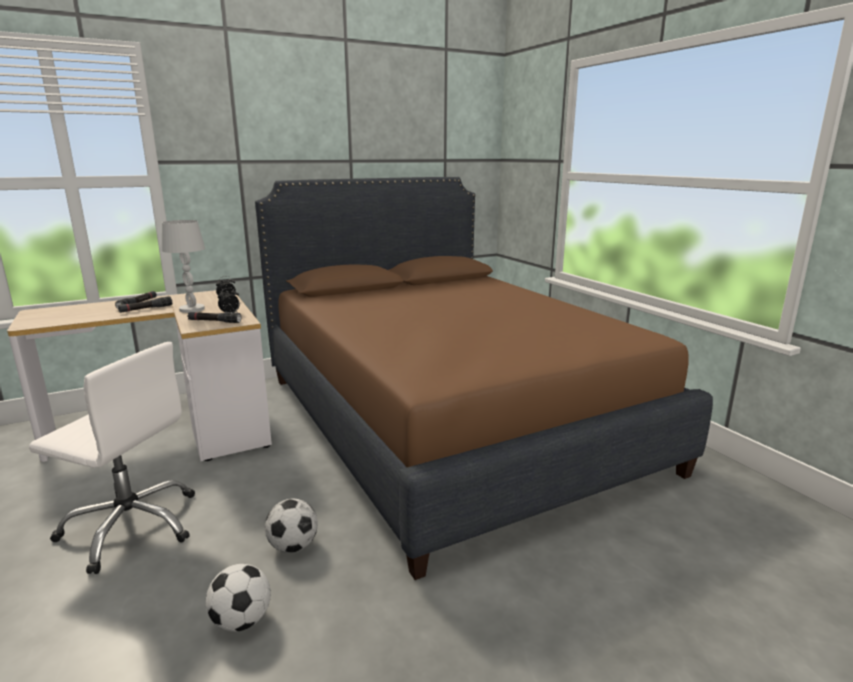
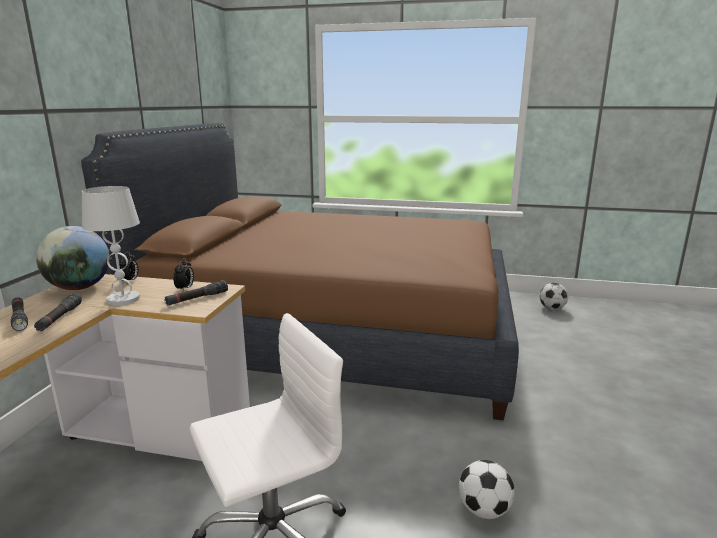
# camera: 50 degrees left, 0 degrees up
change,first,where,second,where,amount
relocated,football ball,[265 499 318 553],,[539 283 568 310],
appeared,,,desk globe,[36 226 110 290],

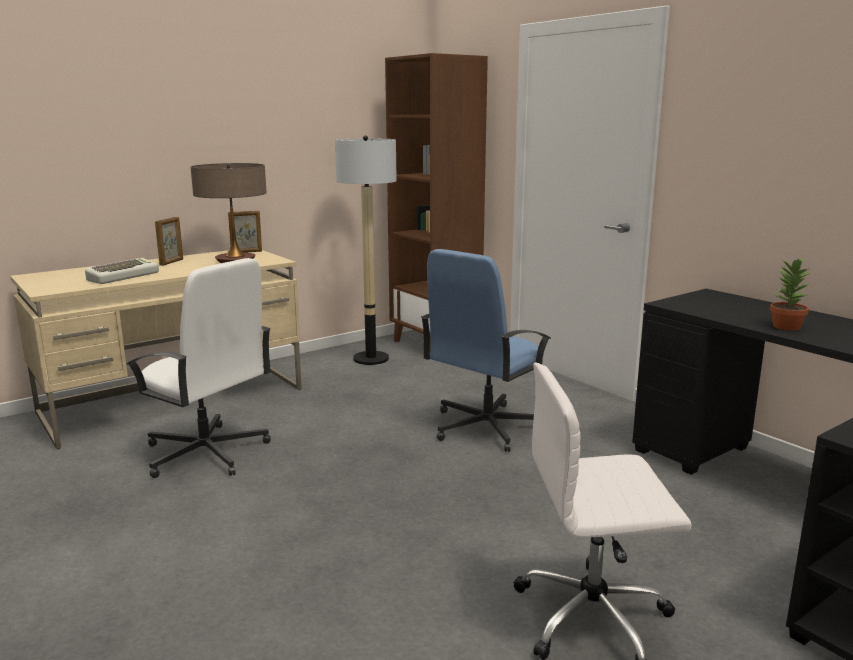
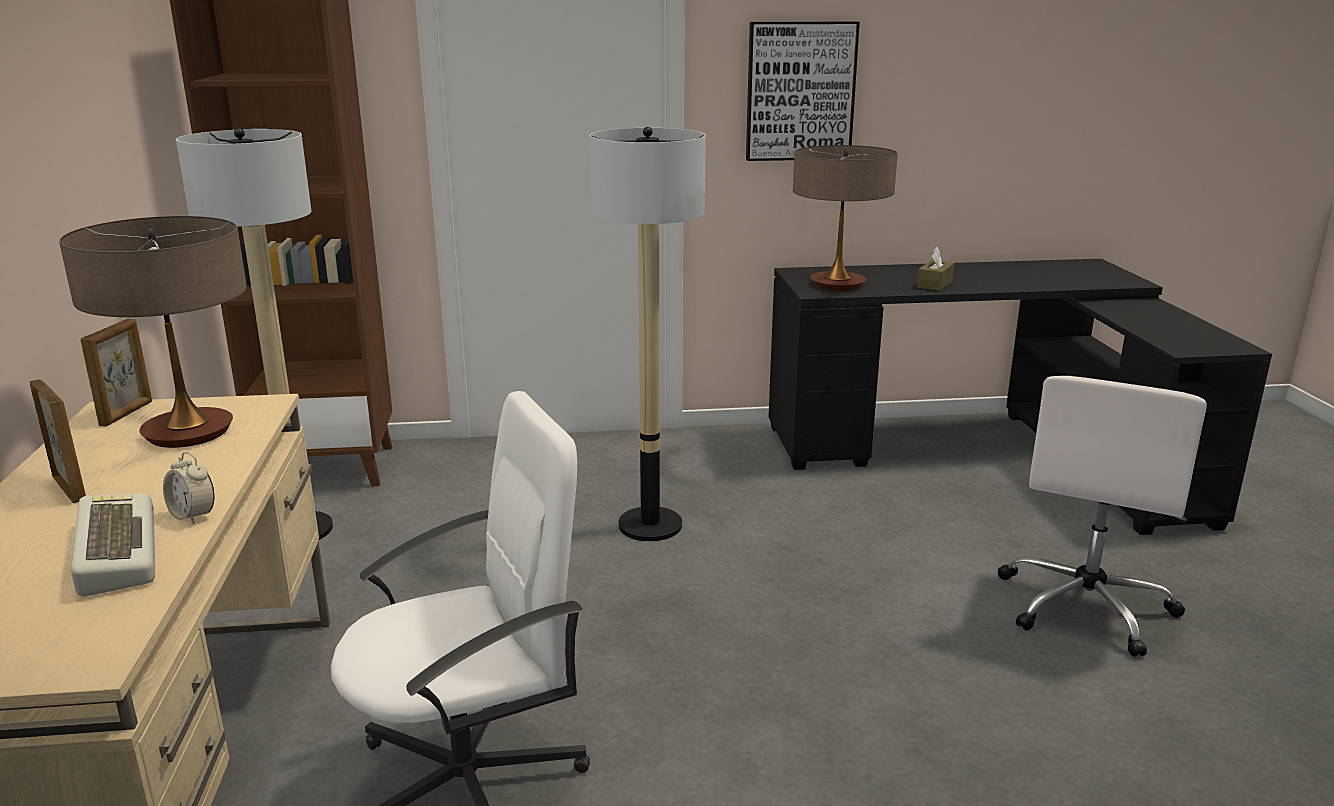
# camera: 60 degrees left, 5 degrees up
change,first,where,second,where,amount
exchanged,blue computer chair,[420 249 551 452],standing lamp,[590 127 706 541],
exchanged,plant in a pot,[770 258 811 331],brownish tissue box,[917 247 955 291],
appeared,,,alarm clock,[163 452 215 524],
appeared,,,wall picture,[746 21 860 161],
appeared,,,tabletop lamp,[793 145 898 291],

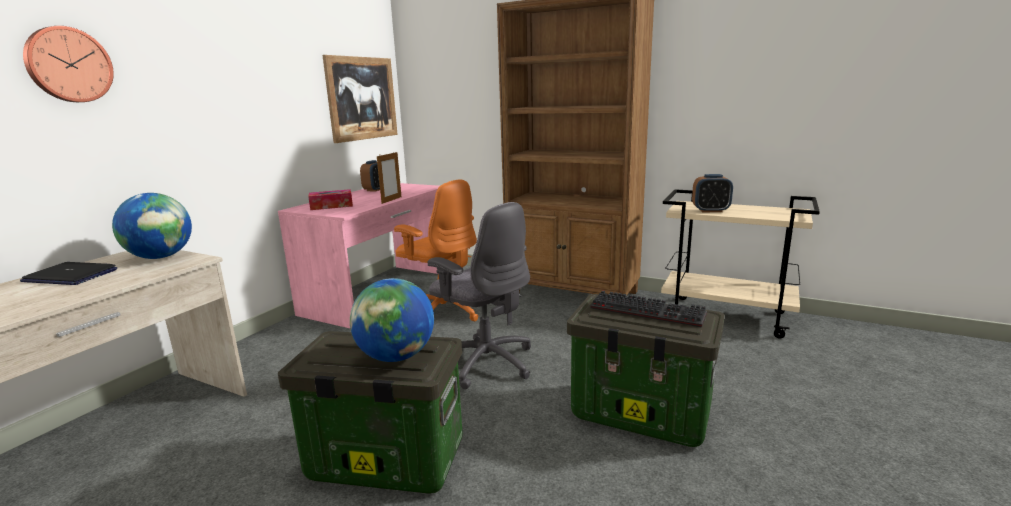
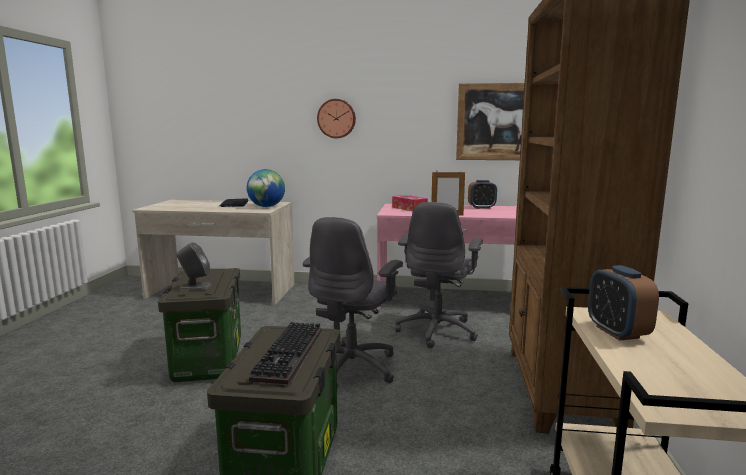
# camera: 70 degrees right, 5 degrees down
change,first,where,second,where,amount
relocated,clock on the wall,[23 26 114 102],,[317 99 356 138],
exchanged,desk globe,[350 278 434 362],greyish loudspeaker,[176 242 211 290],
colour,orange-coloured computer chair,[394 180 479 321],greyish computer chair,[395 202 483 348],

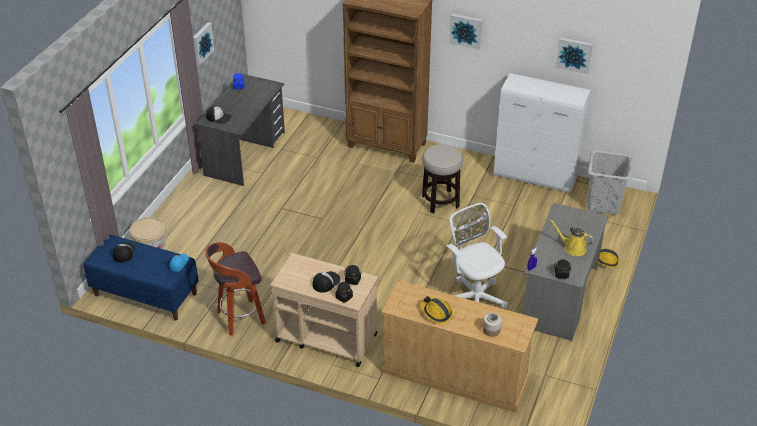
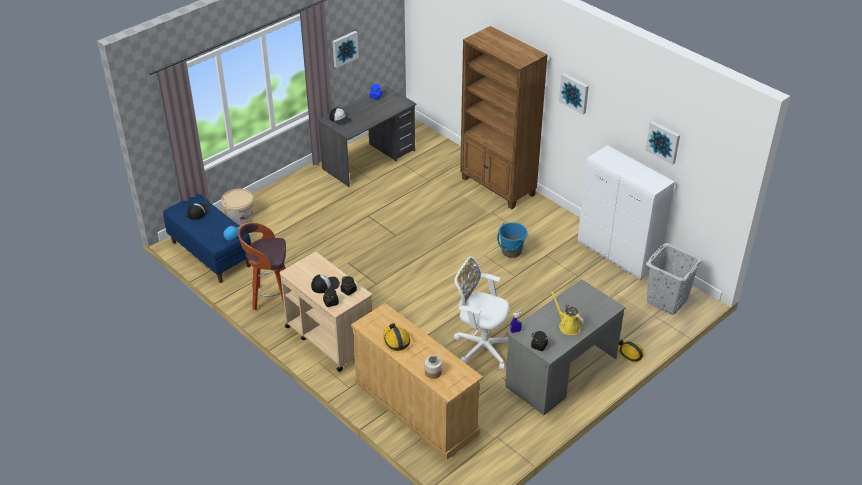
# camera: 25 degrees right, 0 degrees up
change,first,where,second,where,amount
exchanged,sitting stool,[422 144 463 213],blue water bucket,[497 222 528 258],
spun,white-coloured computer chair,[446 203 508 309],,[454 256 509 370],60 degrees counterclockwise

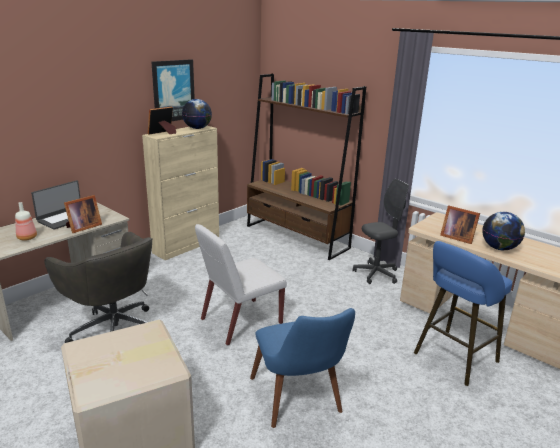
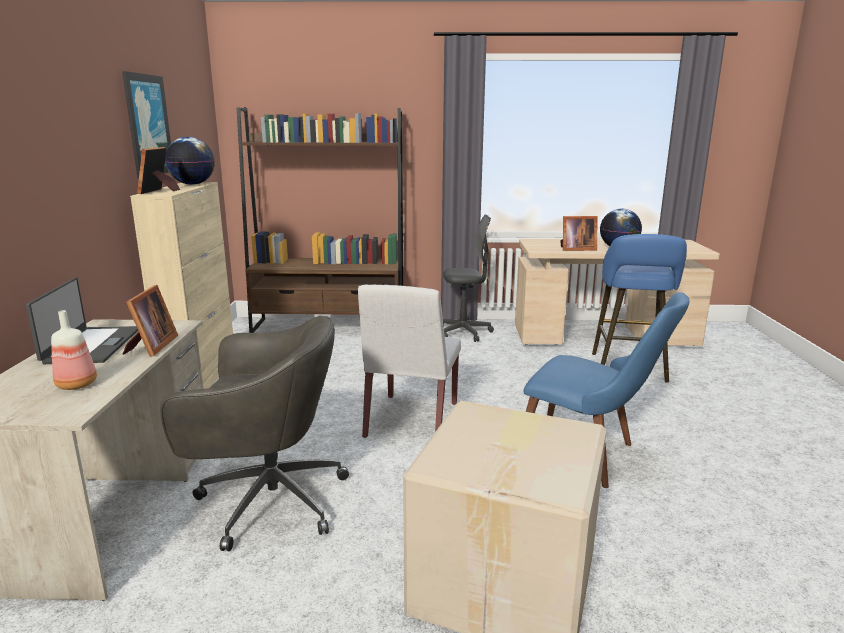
# camera: 40 degrees left, 5 degrees down
change,first,where,second,where,amount
spun,greyish computer chair,[352 179 409 284],,[443 214 494 342],60 degrees clockwise

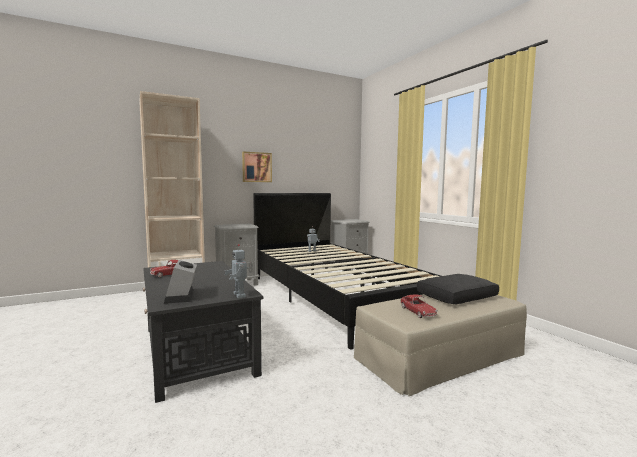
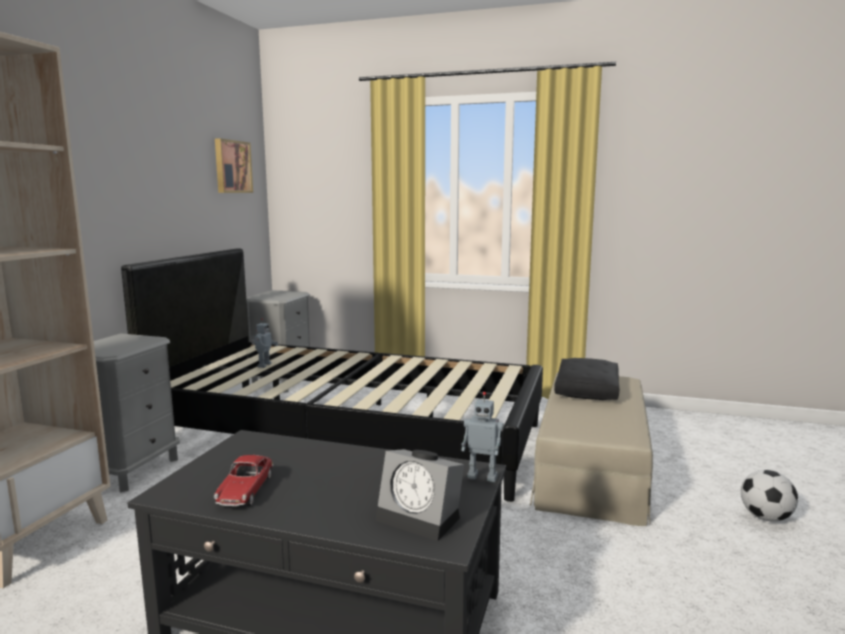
# camera: 45 degrees left, 5 degrees up
change,first,where,second,where,amount
relocated,wall picture,[242 152 272 182],,[215 138 253 193],
missing,toy car,[400 294 438 318],,,
appeared,,,football ball,[741 470 798 522],

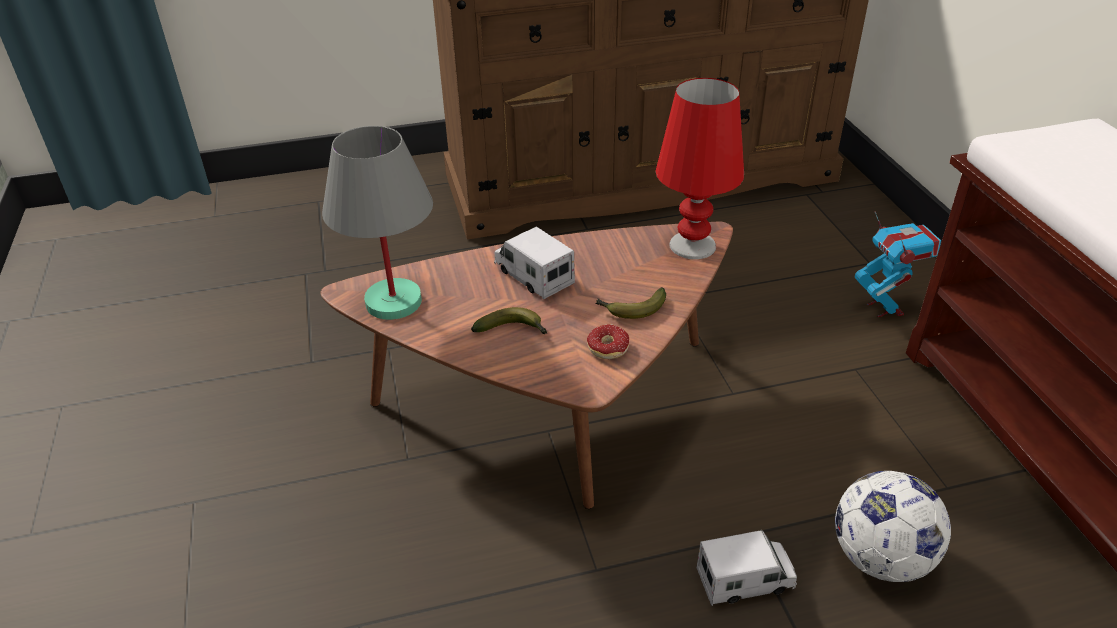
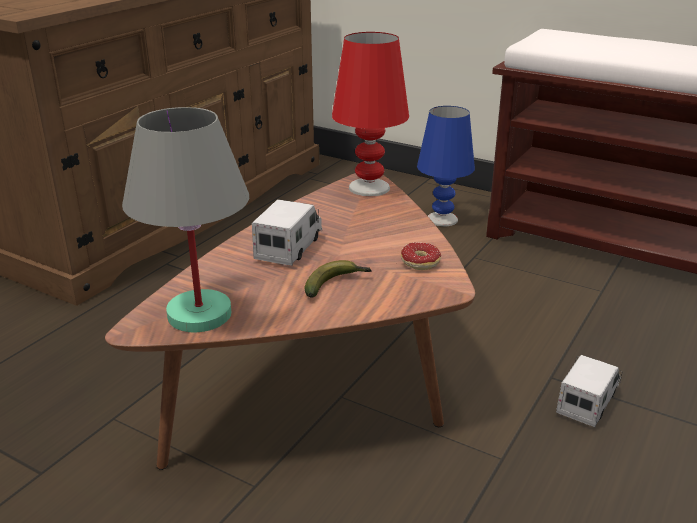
# camera: 45 degrees left, 10 degrees down
change,first,where,second,where,amount
spun,toy lorry,[494 227 575 299],,[252 199 322 266],105 degrees clockwise
missing,banana,[595 287 666 319],,,
missing,football ball,[835 471 951 582],,,
exchanged,model robot,[854 212 941 317],blue tabletop lamp,[417 106 475 227],

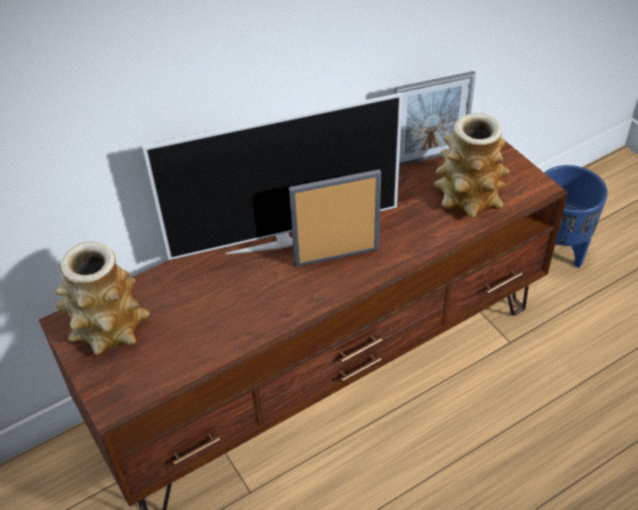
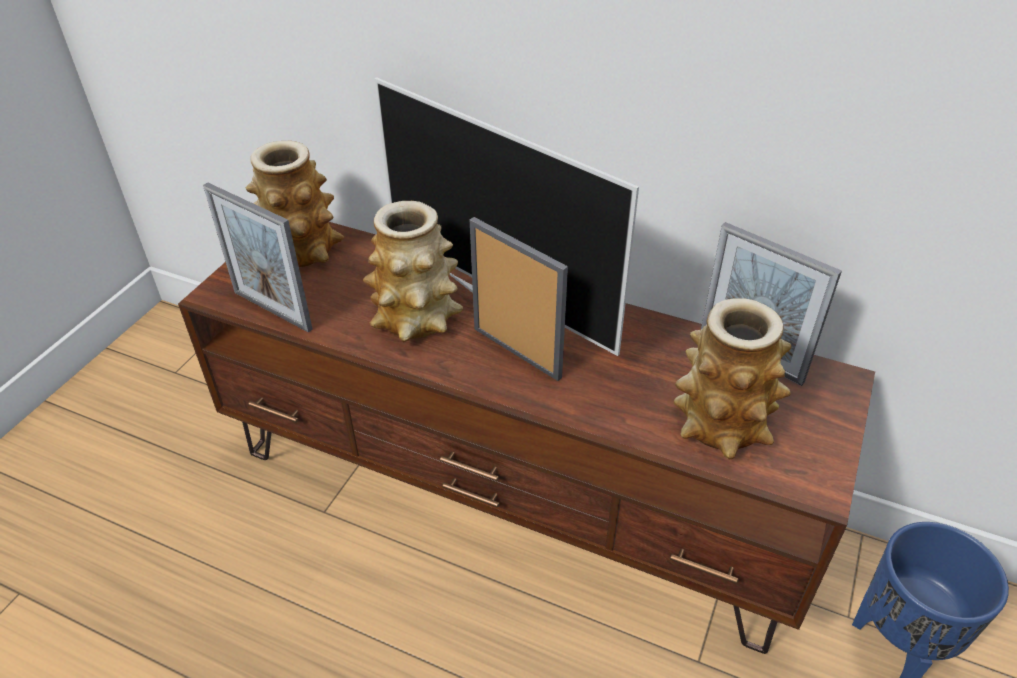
# camera: 55 degrees right, 5 degrees down
change,first,where,second,where,amount
appeared,,,picture frame,[203 182 313 333],
appeared,,,decorative vase,[363 201 463 342],

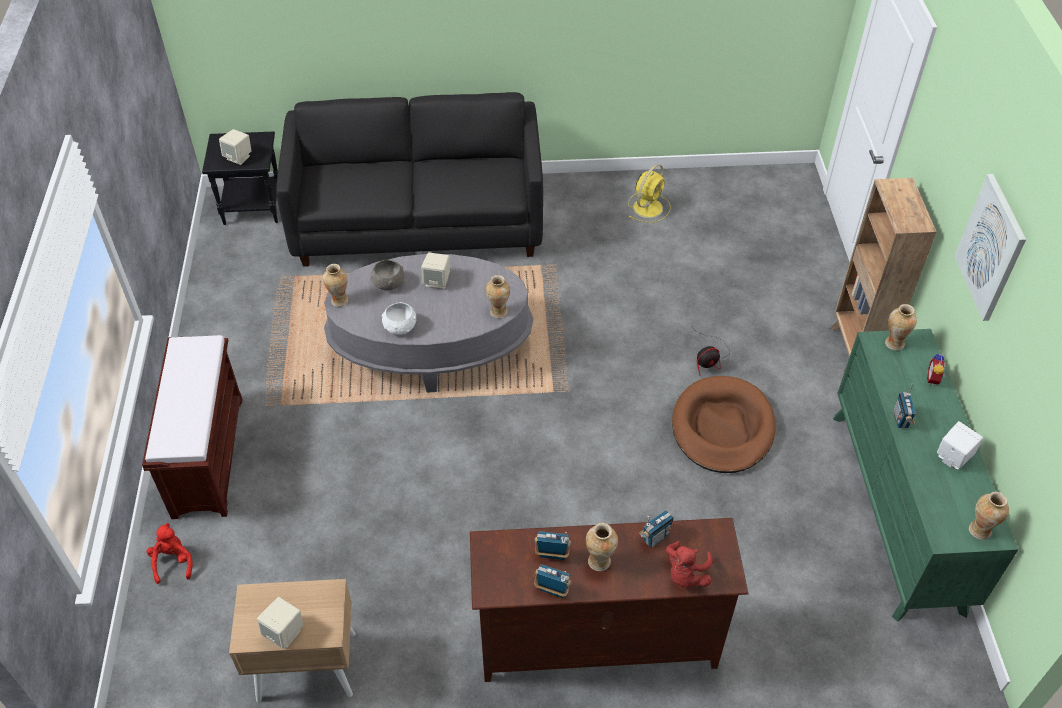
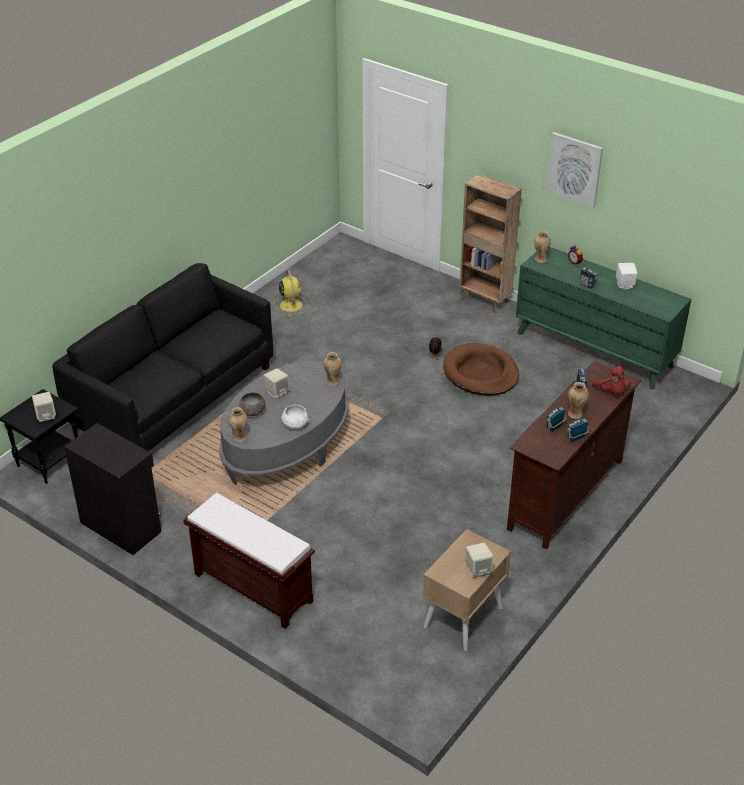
# camera: 50 degrees left, 10 degrees down
change,first,where,second,where,amount
missing,red-coloured cuddly toy,[146 523 193 584],,,
missing,decorative vase,[969 492 1009 540],,,
appeared,,,black-coloured storage cabinet,[64 423 162 555],

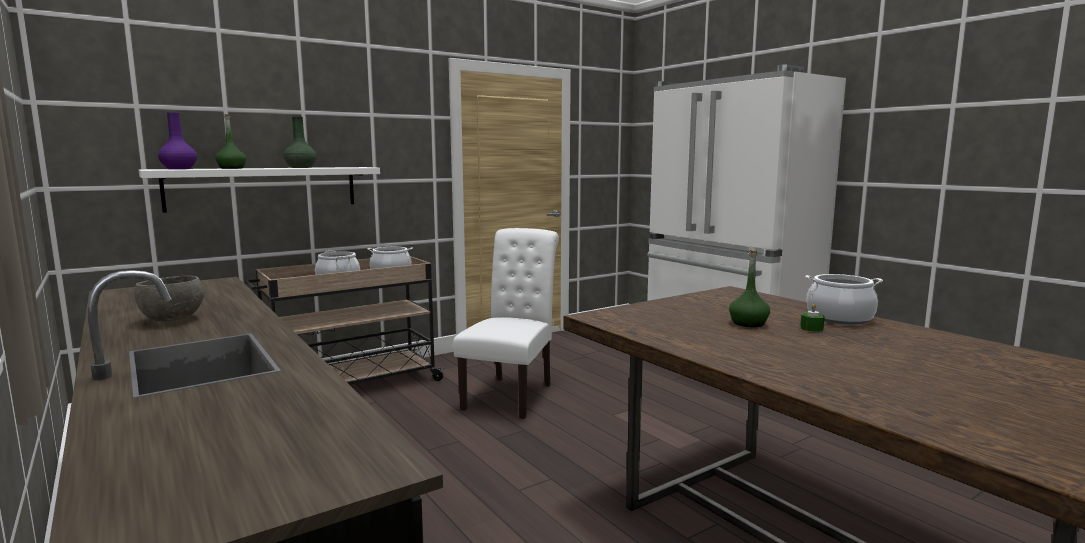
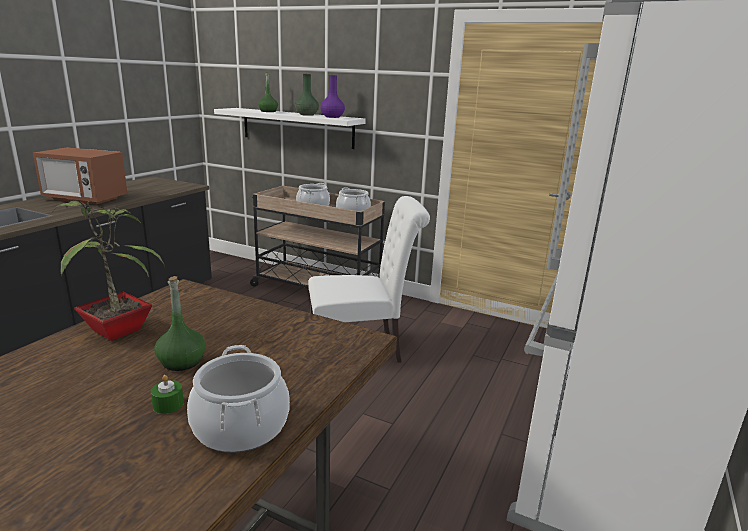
# camera: 60 degrees right, 10 degrees up
change,first,where,second,where,amount
exchanged,greyish serving bowl,[135 276 204 321],microwave oven,[33 147 127 205],
relocated,purple-coloured decorative vase,[158 112 197 169],,[320 75 345 118],
appeared,,,plant in a pot,[53 197 165 341],

